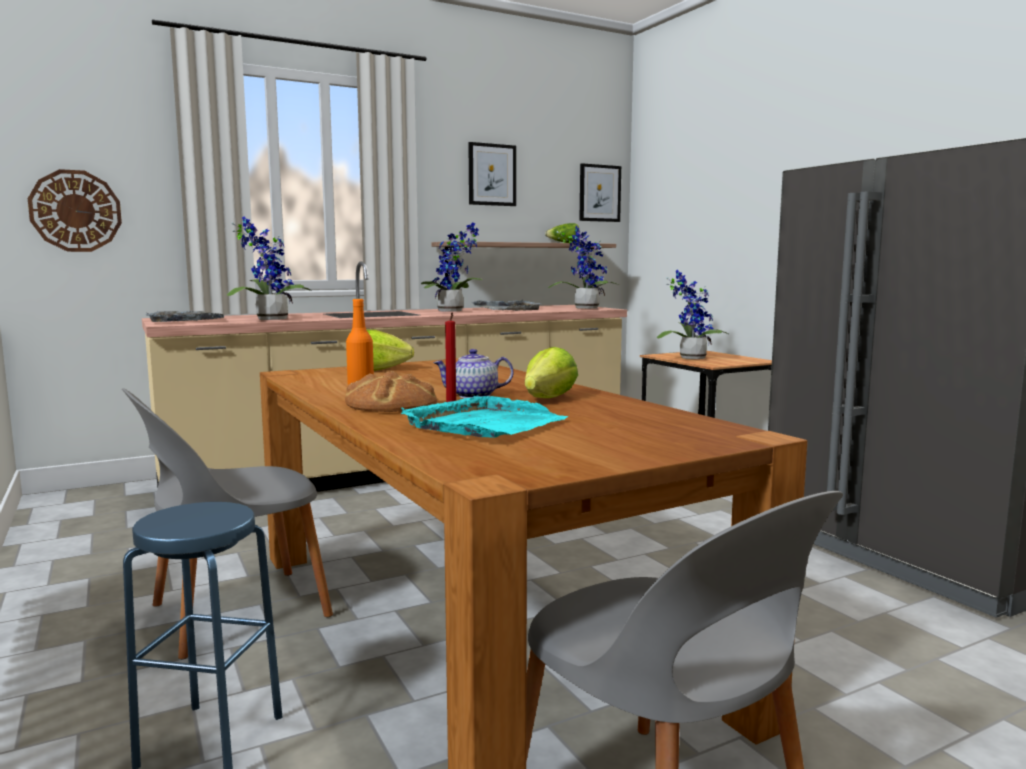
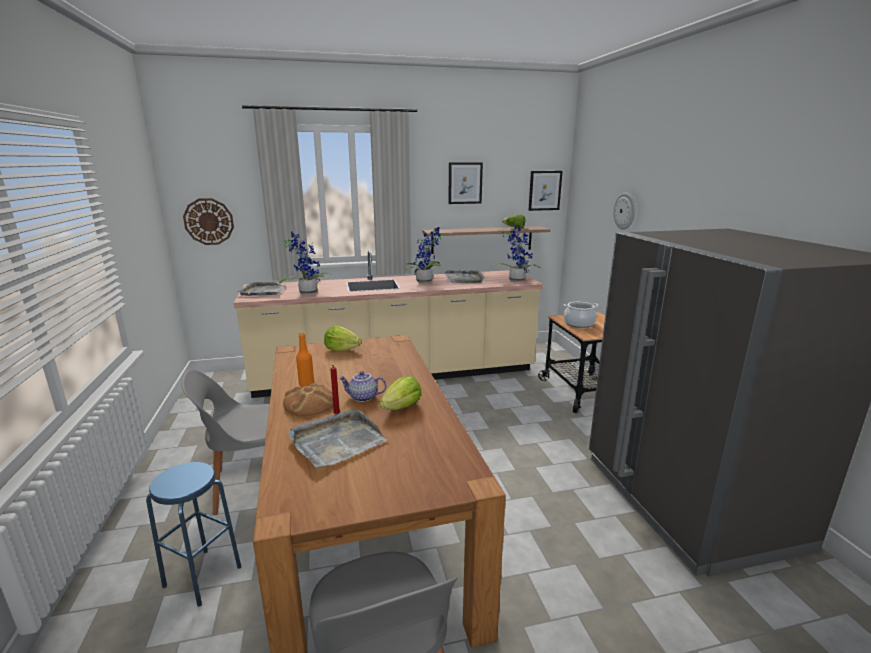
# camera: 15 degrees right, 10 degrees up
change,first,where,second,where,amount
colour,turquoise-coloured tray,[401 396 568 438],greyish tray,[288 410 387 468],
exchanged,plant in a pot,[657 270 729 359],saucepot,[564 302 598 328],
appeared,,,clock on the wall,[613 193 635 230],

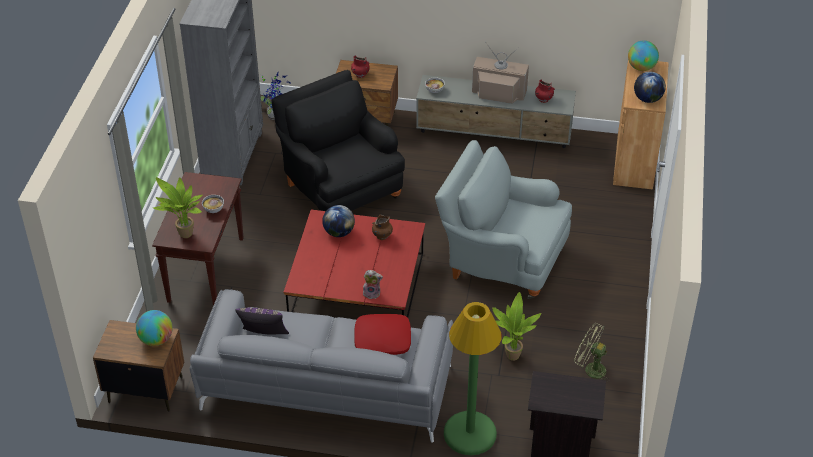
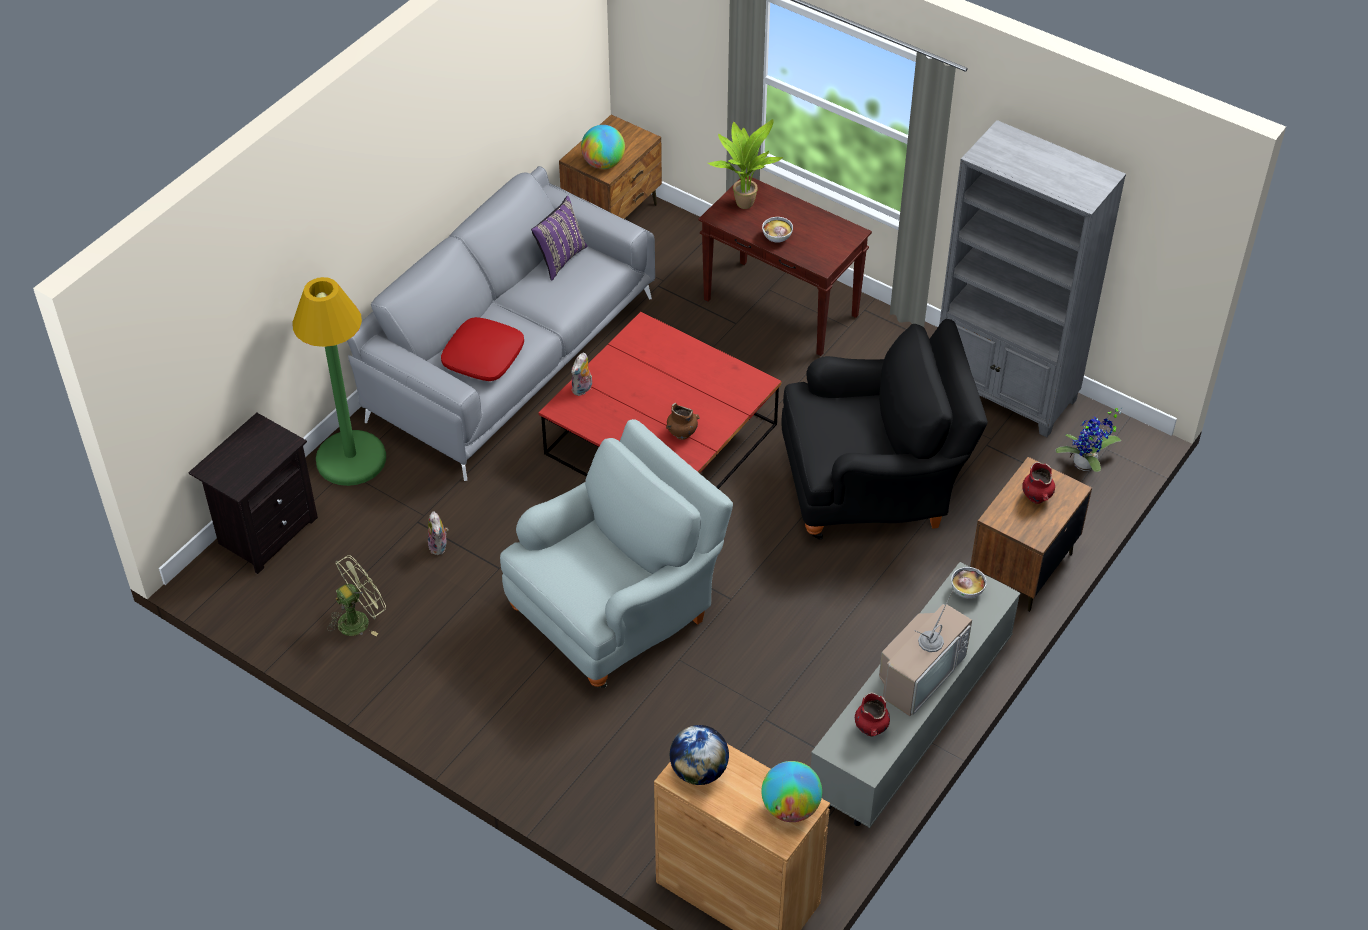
# camera: 115 degrees right, 5 degrees up
change,first,where,second,where,amount
missing,desk globe,[322 205 355 237],,,
exchanged,plant in a pot,[492 292 541 361],cuddly toy,[428 511 448 555],

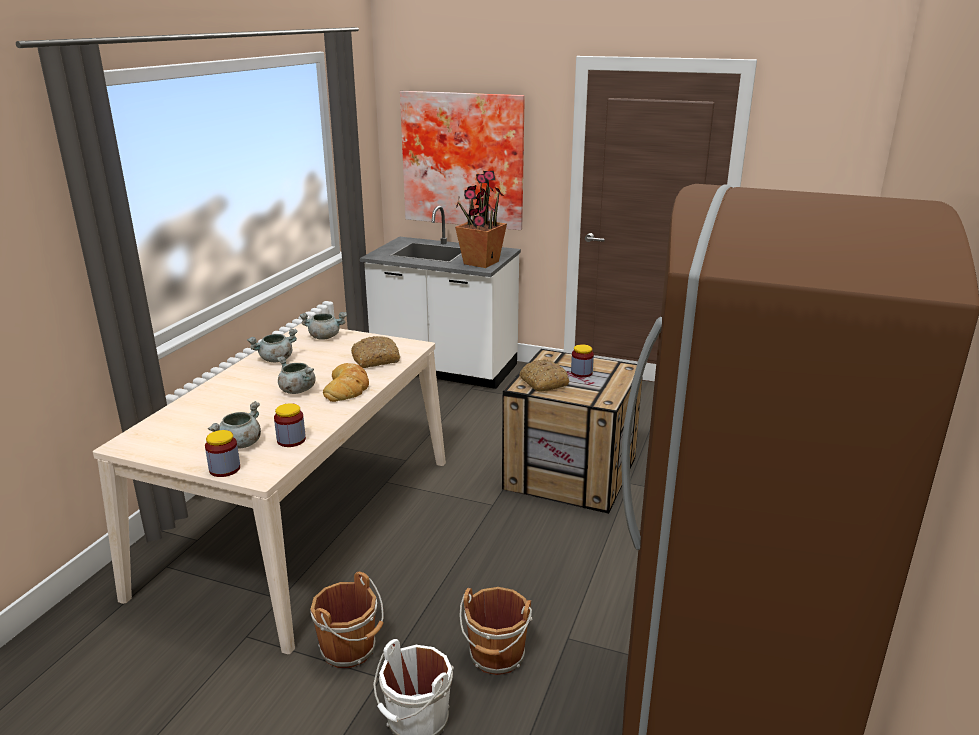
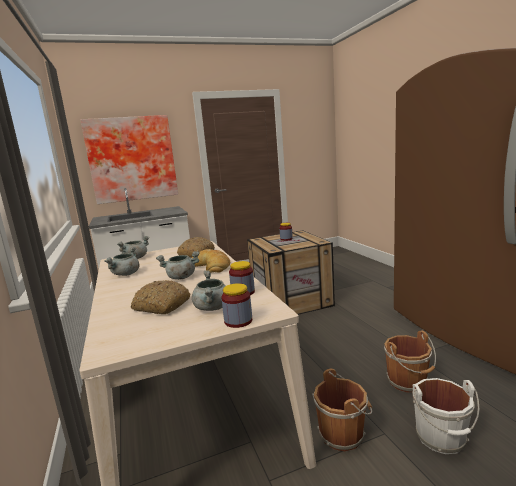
# camera: 40 degrees left, 10 degrees down
change,first,where,second,where,amount
missing,plant in a pot,[455 171 507 268],,,
relocated,bread,[519 360 570 391],,[131 280 190 314],

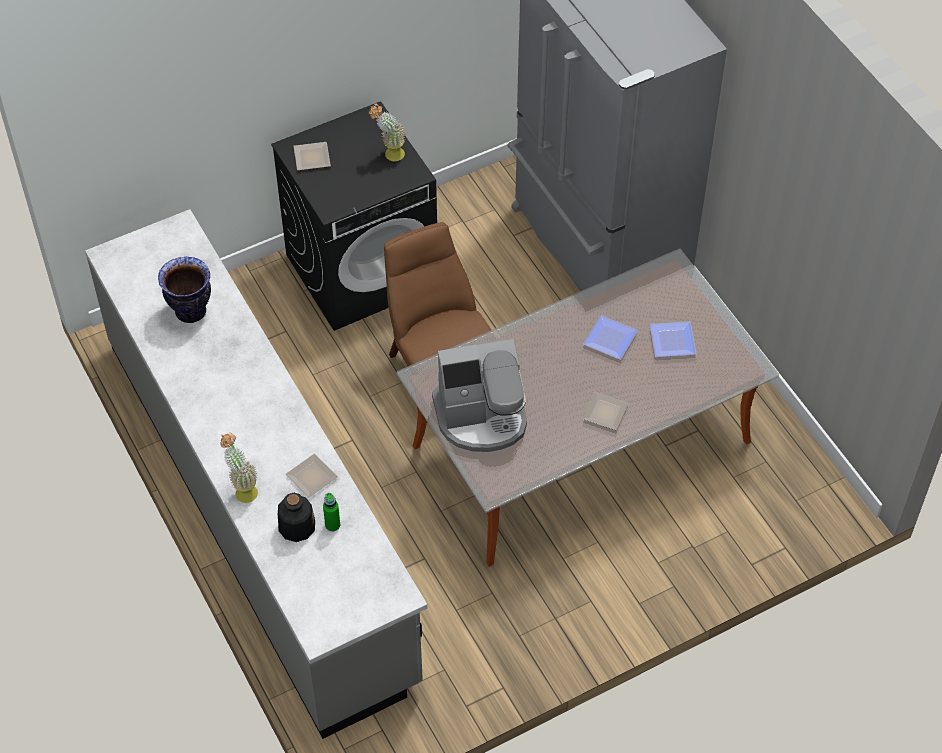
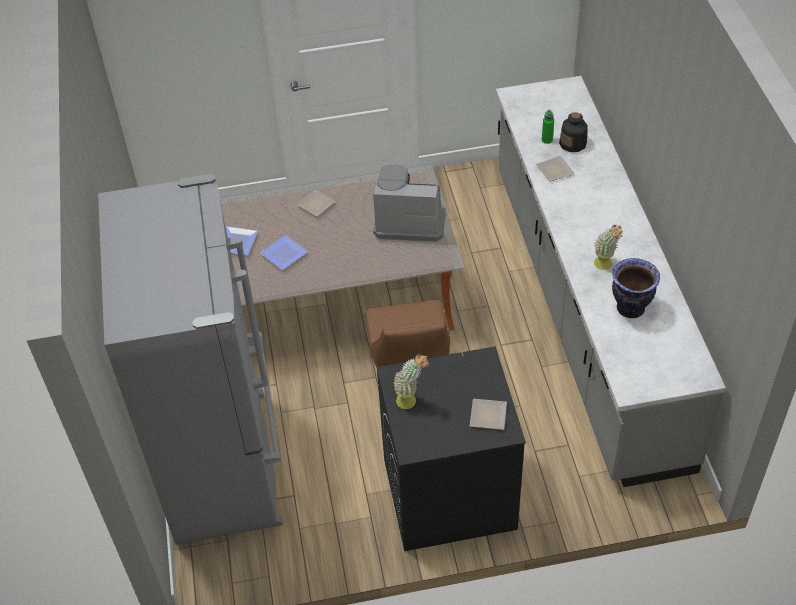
# camera: 160 degrees left, 5 degrees down
change,first,where,second,where,amount
relocated,plant in a pot,[220 432 258 503],,[594 225 623 270],

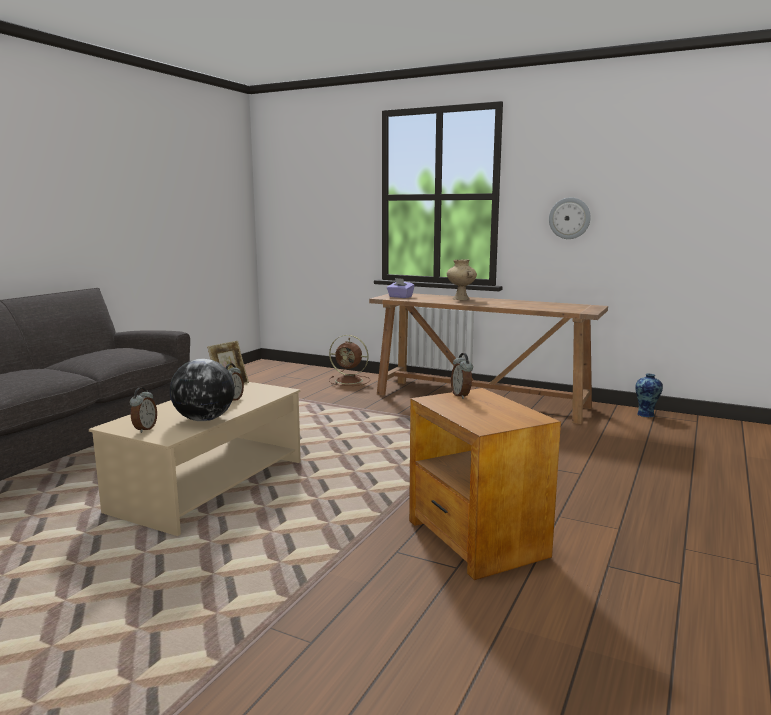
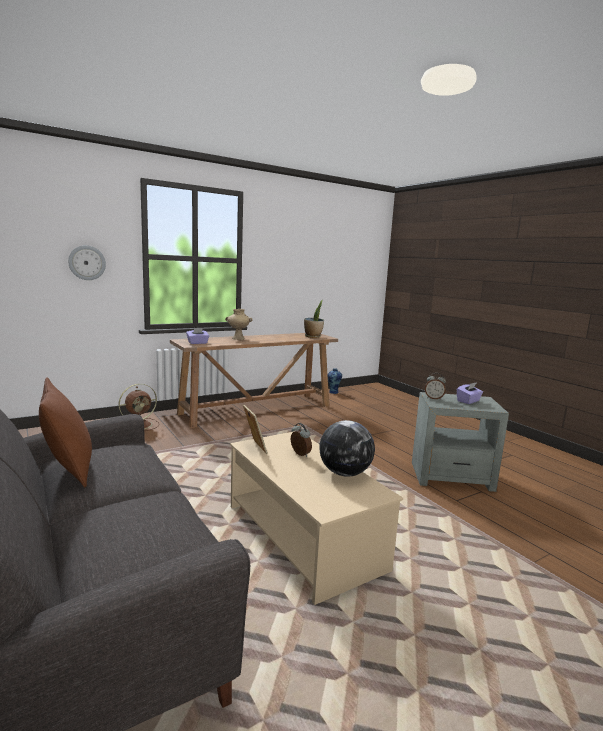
# camera: 60 degrees left, 0 degrees up
change,first,where,second,where,amount
missing,alarm clock,[130 388 157 433],,,
colour,brownish end table,[409 388 561 580],greyish end table,[412 392 509 492],
relocated,clock on the wall,[549 198 591 239],,[68 245 106 280],
appeared,,,brownish cushion,[39 377 92 488],
appeared,,,plant in a pot,[304 300 324 338],
appeared,,,purple-coloured tissue box,[457 382 483 404],

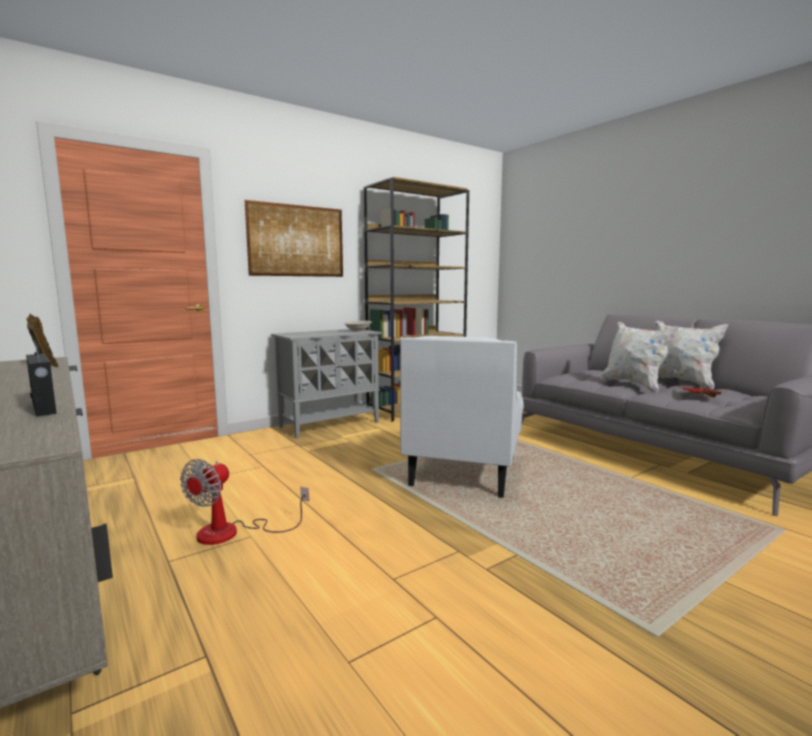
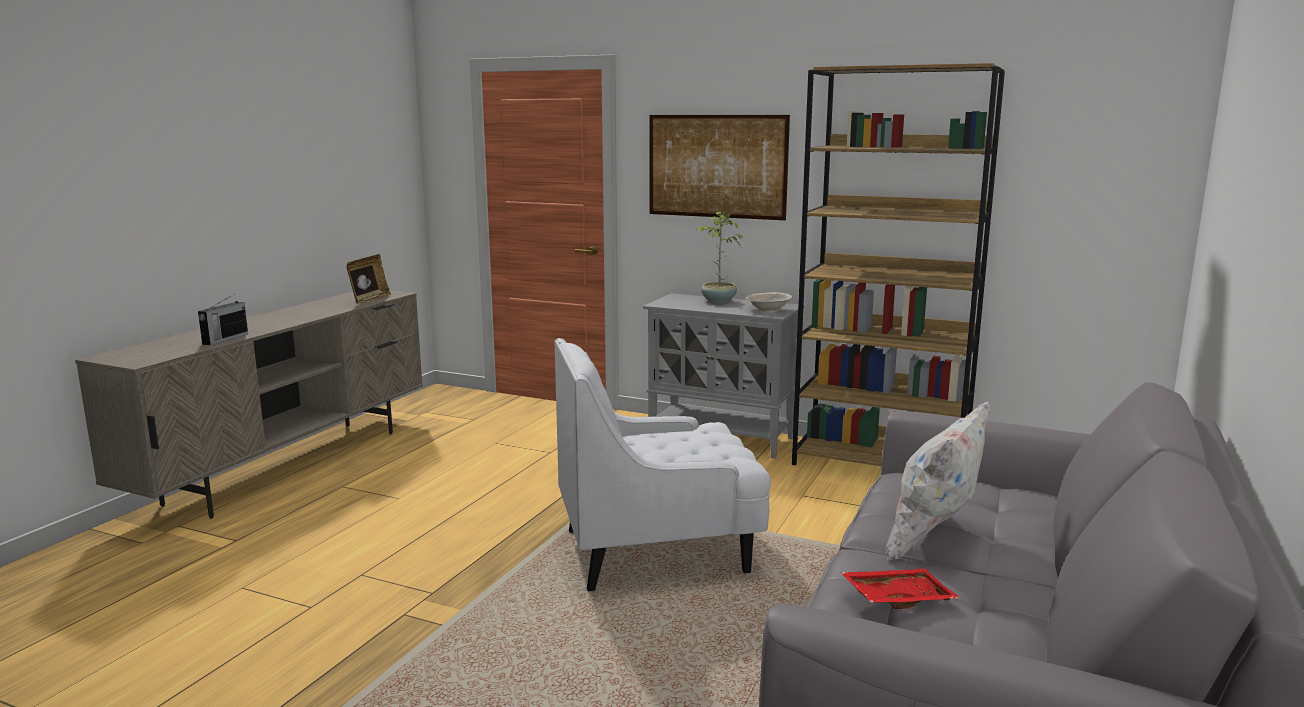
# camera: 60 degrees right, 5 degrees up
change,first,where,second,where,amount
missing,cooling fan,[180 459 309 545],,,
missing,white-coloured cushion,[654 320 728 390],,,
appeared,,,plant in a pot,[696 212 743 303],

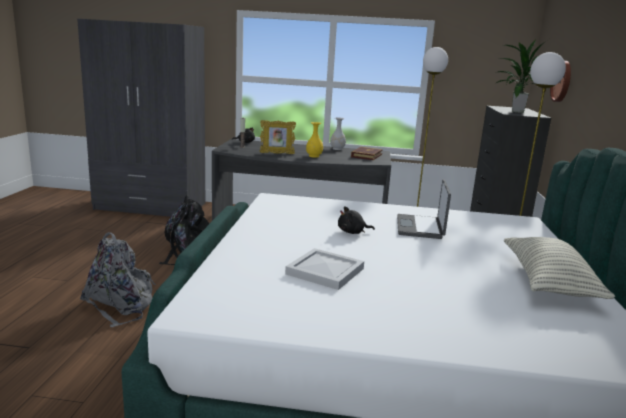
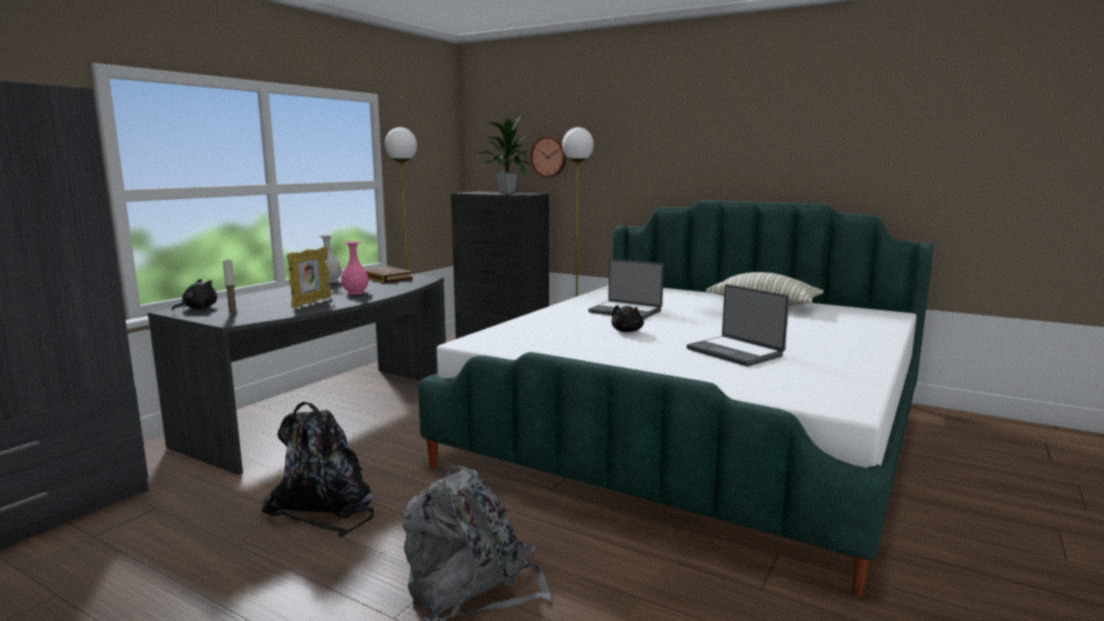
# camera: 65 degrees left, 5 degrees down
change,first,where,second,where,amount
exchanged,white-coloured tray,[285 248 364 290],laptop,[687 284 789 366],
colour,yellow-coloured decorative vase,[306 122 323 158],pink decorative vase,[341 241 368 295],

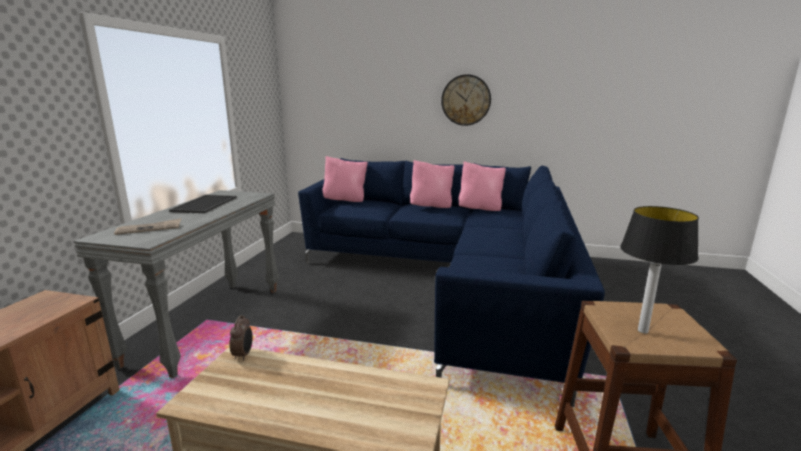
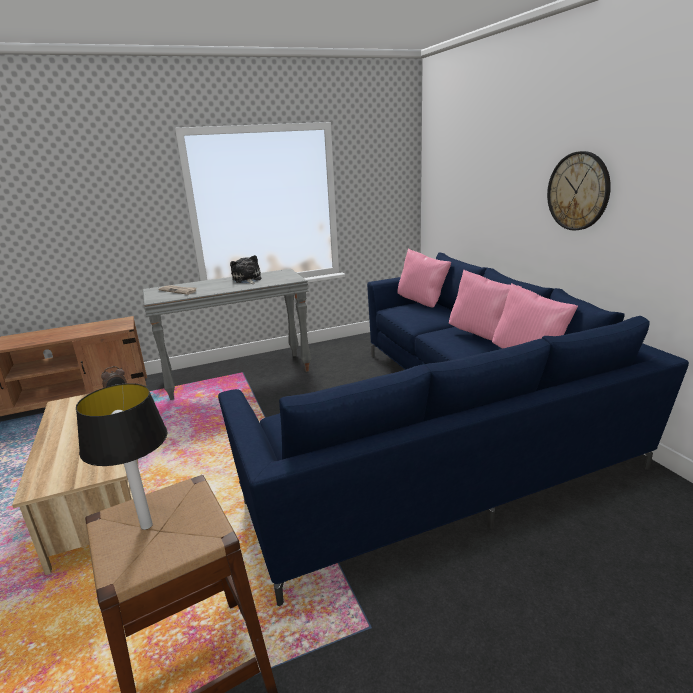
# camera: 55 degrees right, 5 degrees up
change,first,where,second,where,amount
exchanged,tray,[169 195 237 213],cuddly toy,[230 255 262 284],

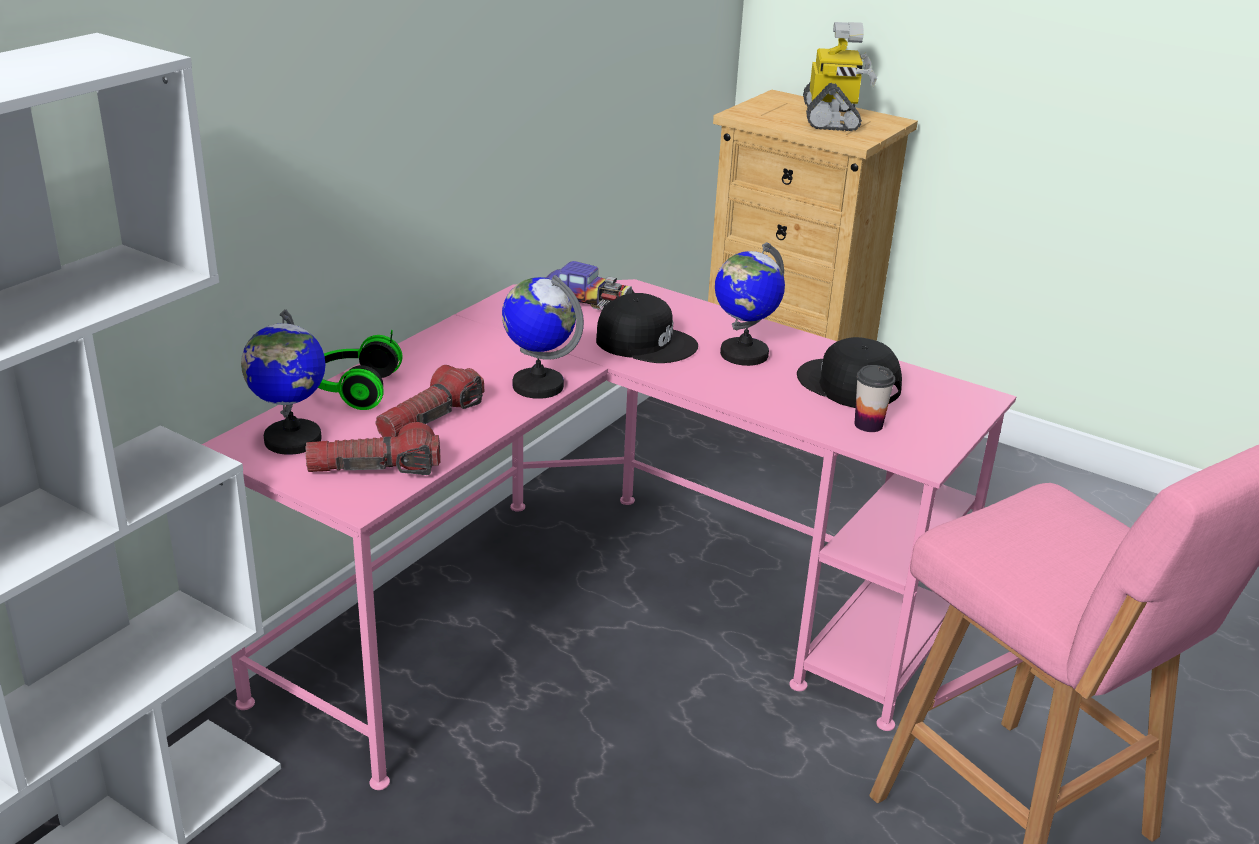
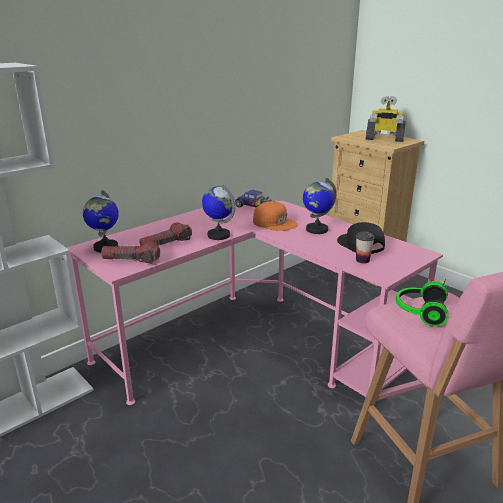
# camera: 15 degrees right, 5 degrees down
change,first,where,second,where,amount
relocated,headphones,[318 330 402 410],,[396 279 449 327],
colour,black-coloured cap,[596 293 698 363],orange-coloured cap,[253 201 298 231],
spun,model robot,[803 22 877 131],,[366 96 406 142],90 degrees clockwise

